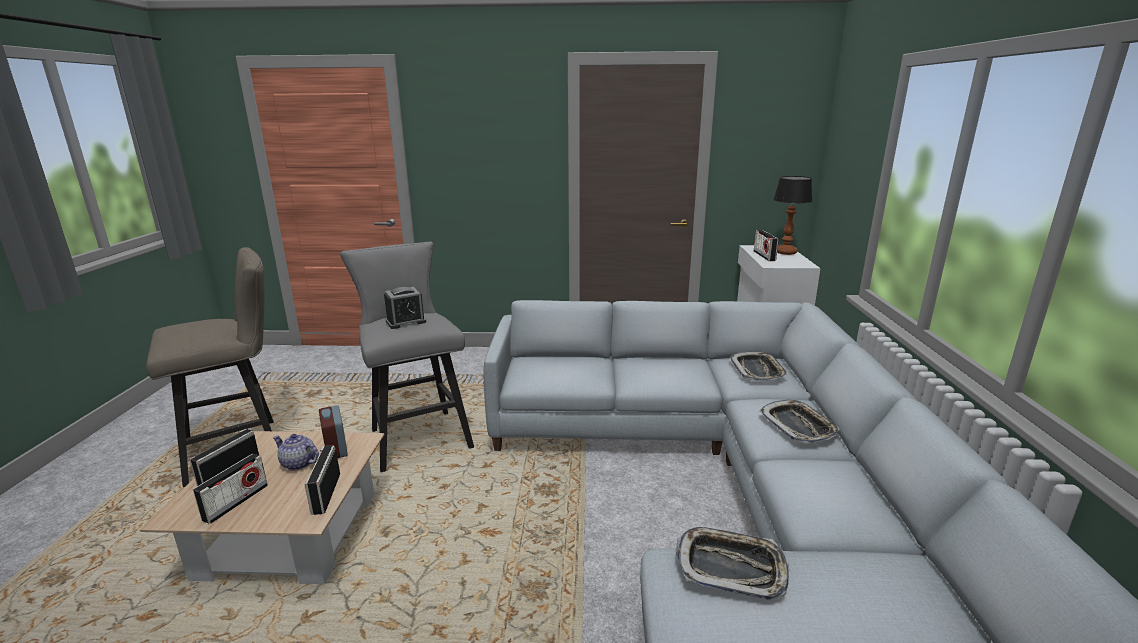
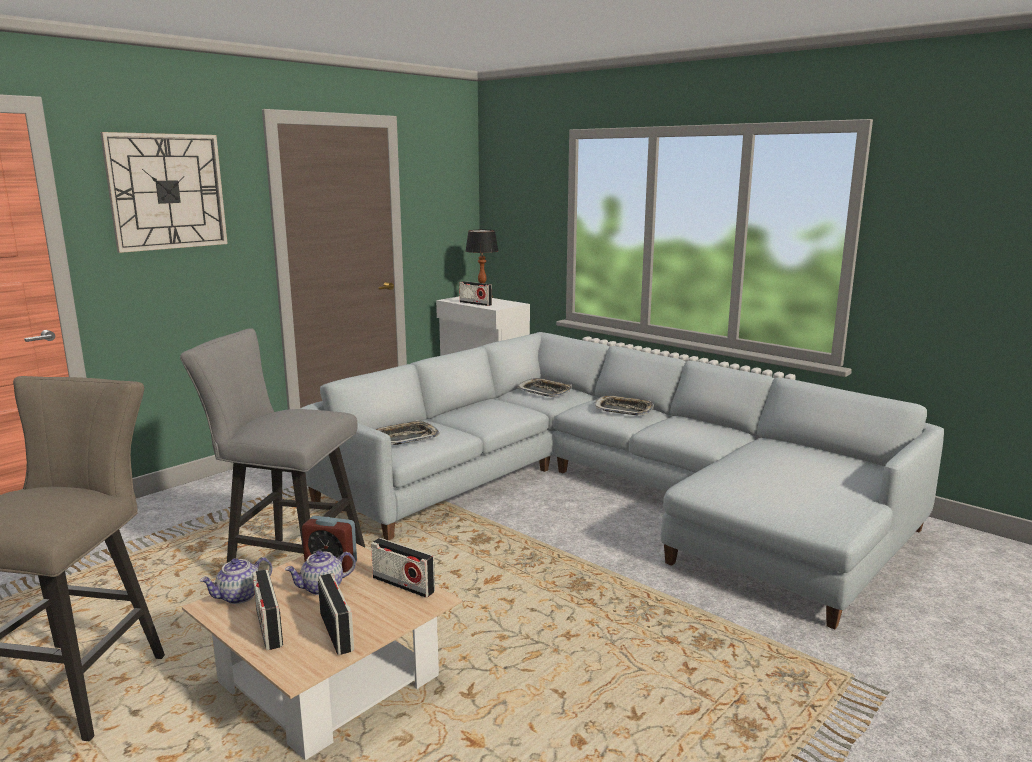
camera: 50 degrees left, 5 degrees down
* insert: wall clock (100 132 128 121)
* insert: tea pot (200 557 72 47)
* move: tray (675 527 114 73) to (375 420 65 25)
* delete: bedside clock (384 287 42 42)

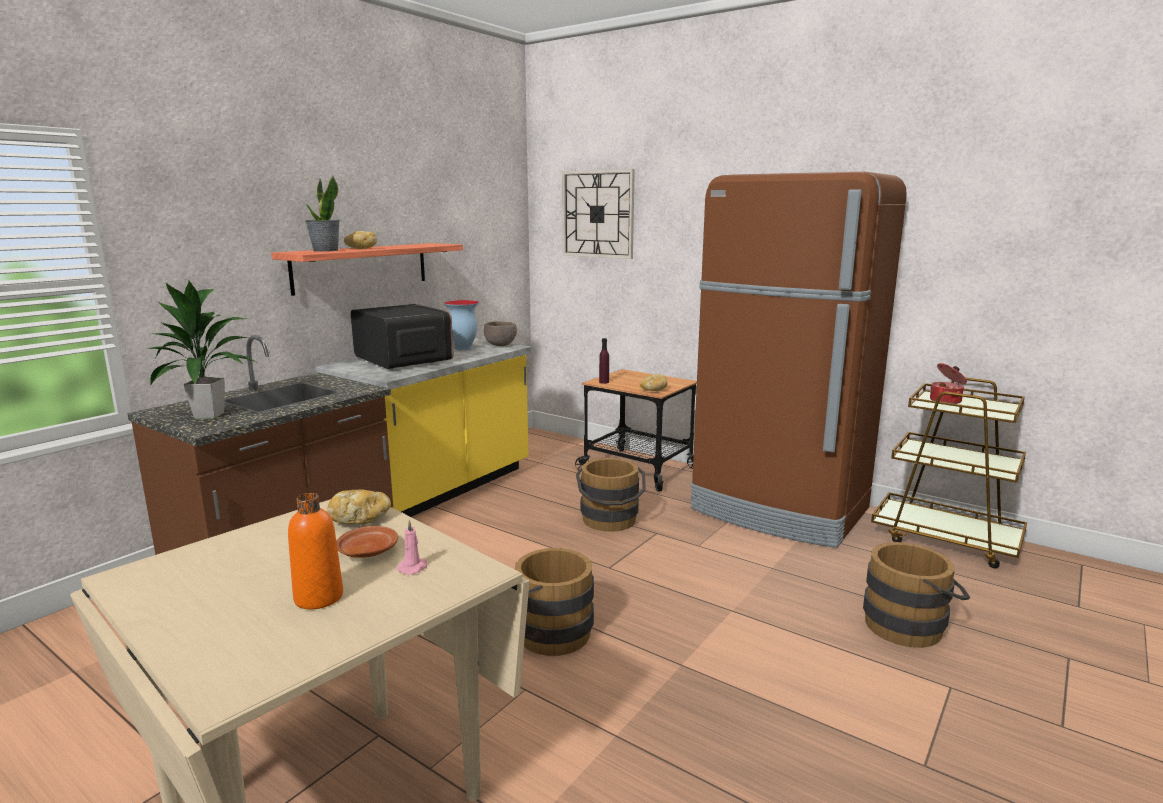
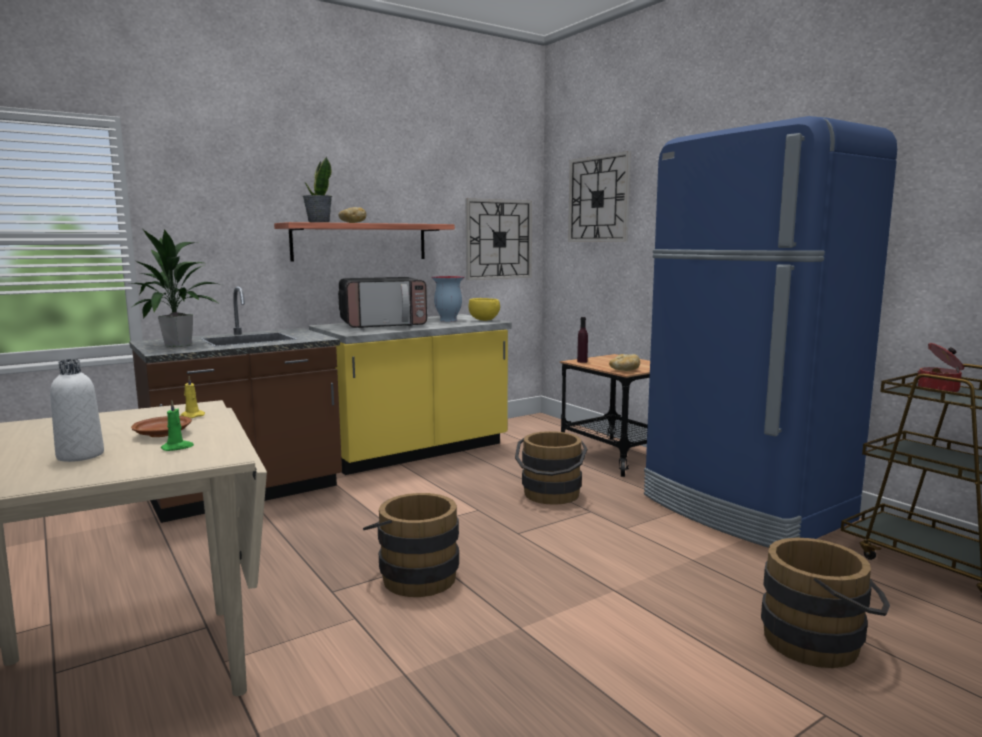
camera: 20 degrees right, 5 degrees down
* recolor: drink bottle/orange (288 493 55 116) to drink bottle/white-coloured (50 359 54 103)
* recolor: wax light/pinkish (397 520 30 55) to wax light/greenish (161 400 33 51)
* replace: baked bread (327 489 64 35) to wax light/yellowish (180 376 25 42)
* rotate: microwave oven (351 304 103 66) = (338 277 89 51) 90 degrees clockwise
* insert: wall clock (465 198 67 82)
* recolor: serving bowl/brown (484 321 33 25) to serving bowl/yellowish (469 298 31 23)
* recolor: fridge/brown (691 171 216 377) to fridge/blue (644 116 253 432)

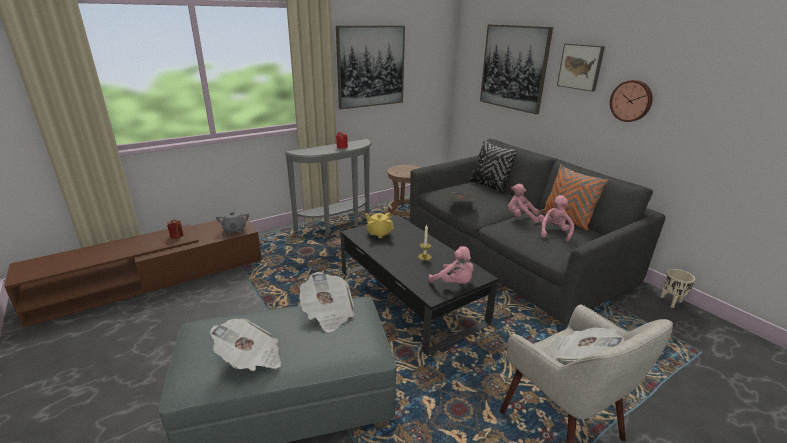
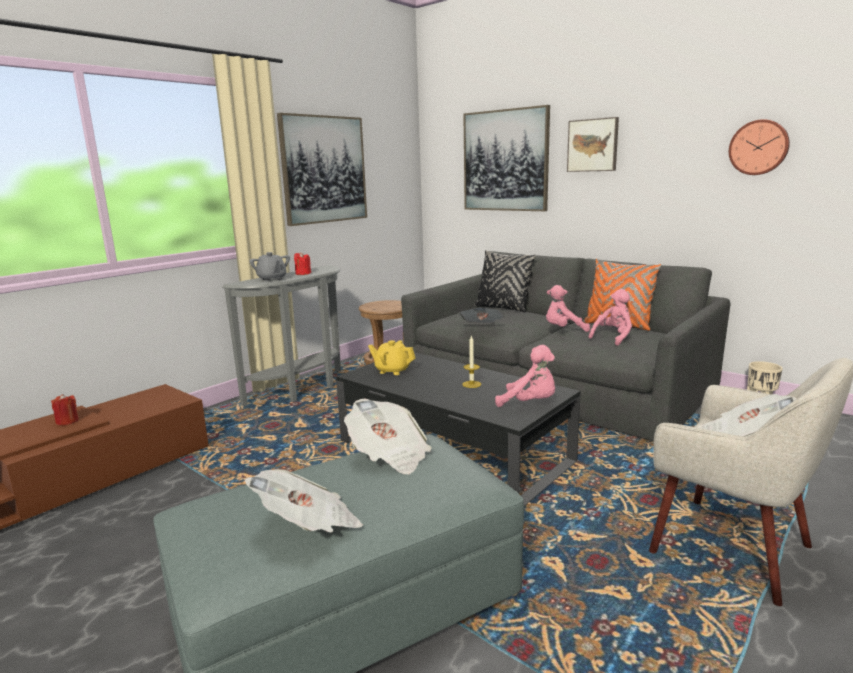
camera: 15 degrees left, 10 degrees down
* move: tea pot/gray (216 209 33 25) to (250 252 40 30)
* rotate: cuddly toy/pinkish (538 195 36 47) = (589 289 43 57) 45 degrees clockwise
* move: wall clock (610 80 43 42) to (729 119 61 56)

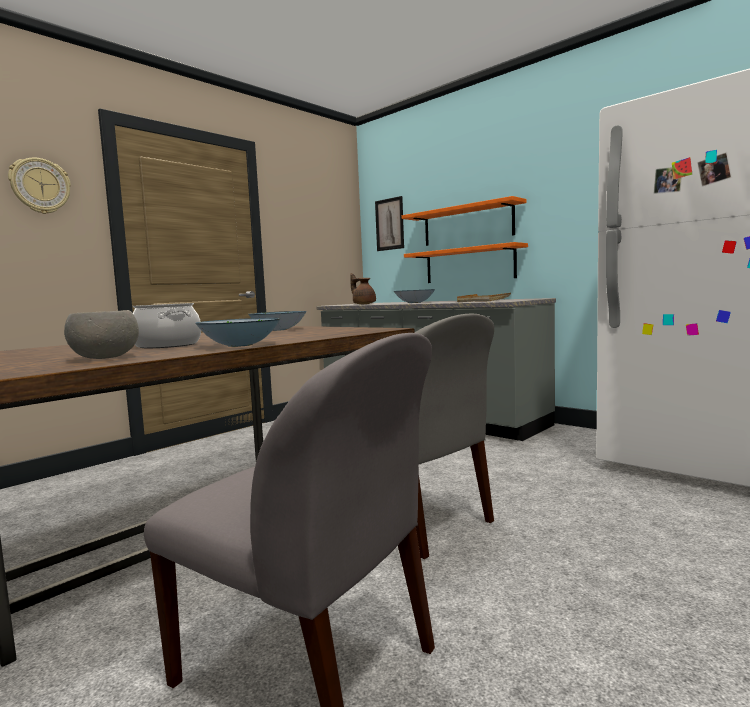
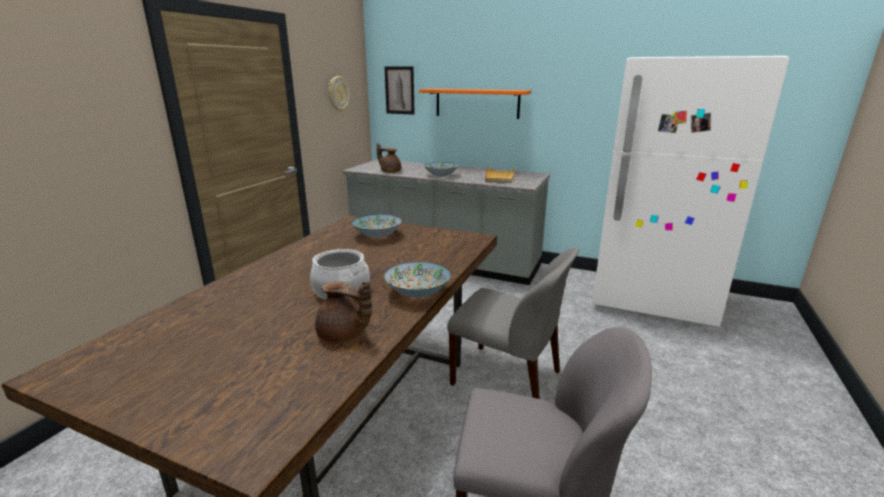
camera: 20 degrees left, 15 degrees up
* replace: serving bowl/gray (64 310 75 49) to tea pot/brown (315 281 57 62)
* move: wall clock (8 158 63 56) to (329 76 21 36)
* delete: wall shelf/orange (404 242 124 41)

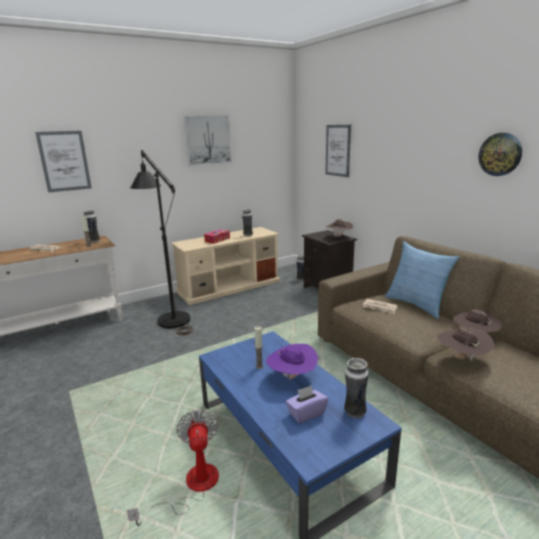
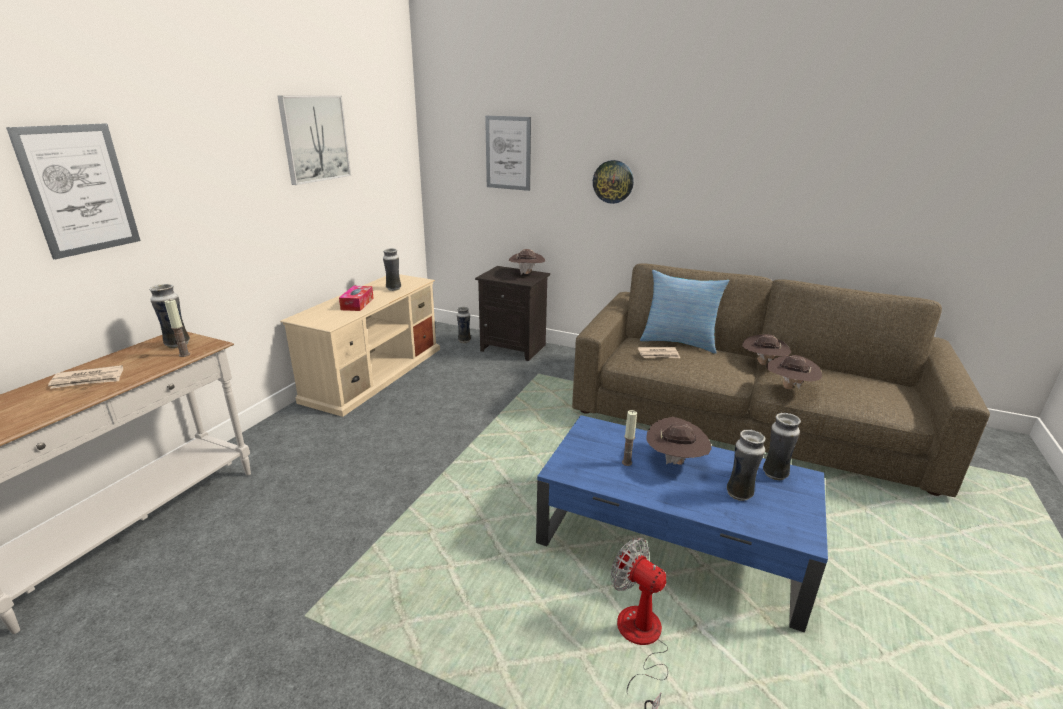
camera: 35 degrees left, 5 degrees up
* move: wall clock (478 133 44 43) to (593 160 41 44)
* recolor: hat/purple-coloured (266 344 52 35) to hat/brown (646 417 66 48)
* replace: box of tissues/purple-coloured (286 385 42 38) to flower vase (727 430 38 71)
* delete: floor lamp/black (130 150 64 185)

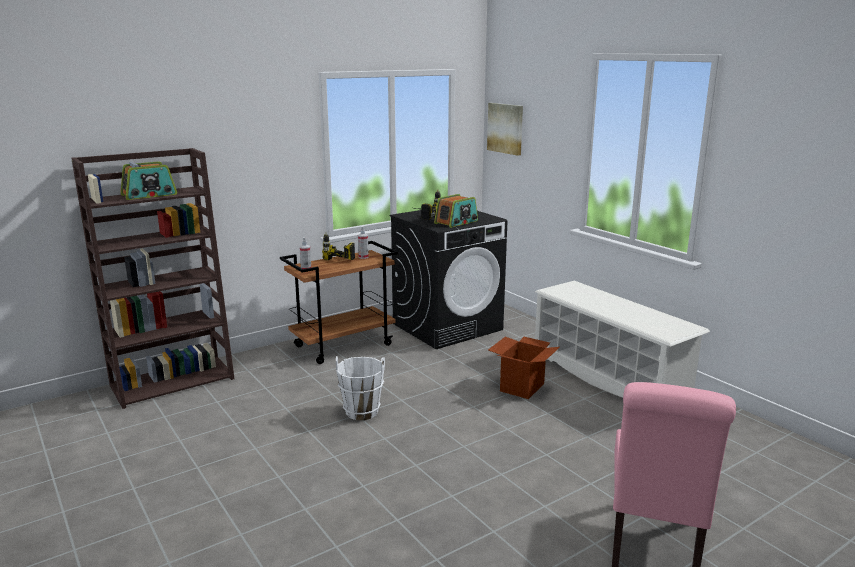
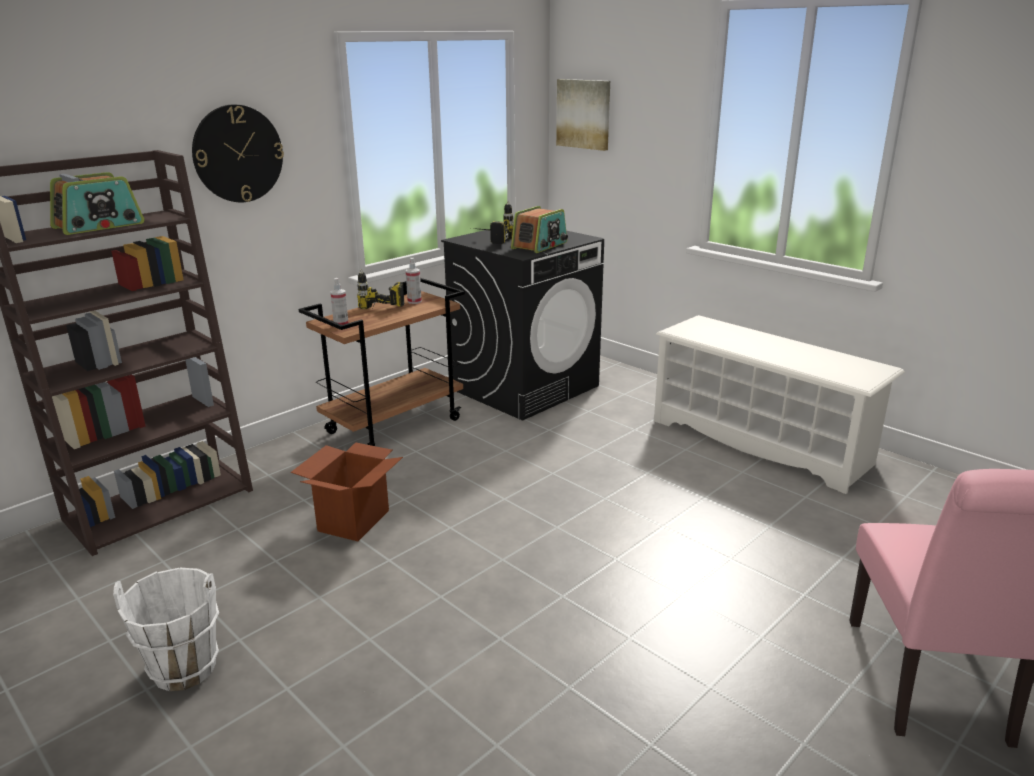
camera: 10 degrees left, 5 degrees up
* move: water bucket/white-coloured (336 356 49 64) to (113 568 106 123)
* insert: wall clock (192 104 92 98)
* move: cardboard box (488 337 72 62) to (291 442 112 99)

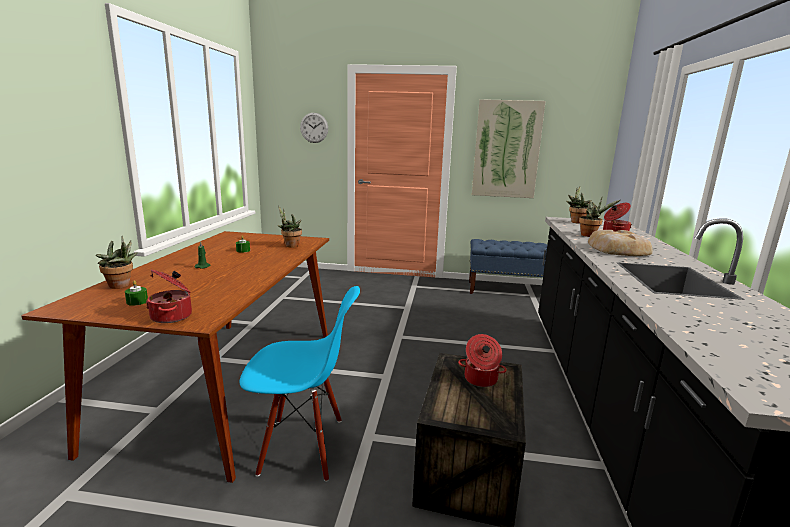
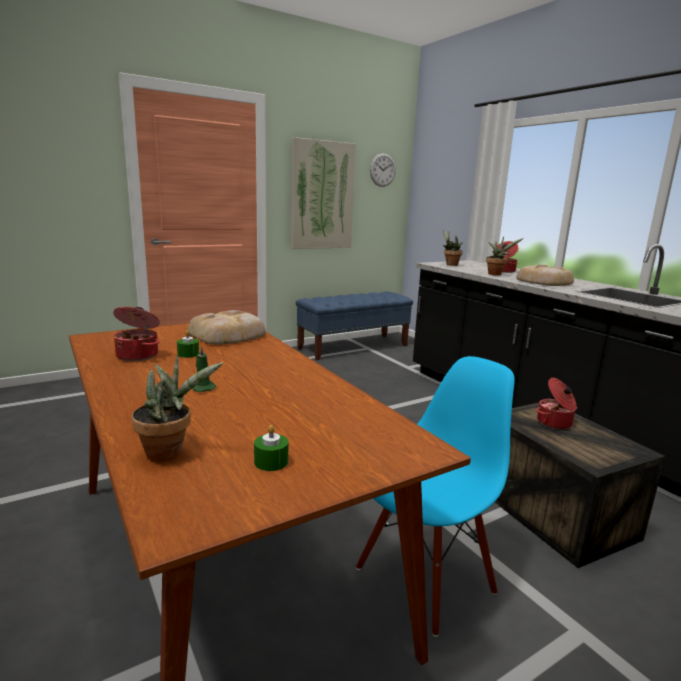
camera: 40 degrees left, 0 degrees up
* move: stockpot (146 269 46 54) to (113 307 47 54)
* replace: plant in a pot (278 206 24 42) to baked bread (187 310 79 35)
* move: wall clock (300 113 28 30) to (370 153 26 34)

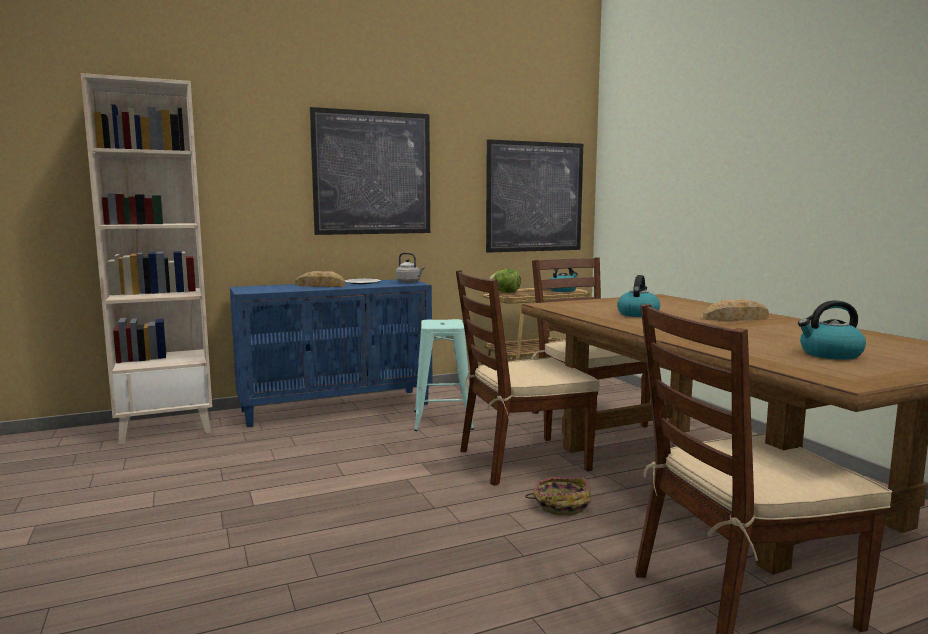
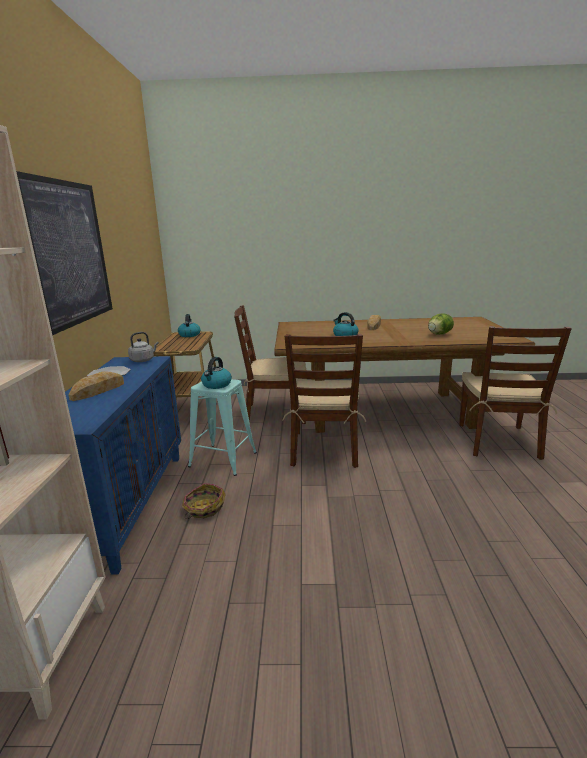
camera: 65 degrees left, 10 degrees up
* move: basket (525 477 66 39) to (182 483 44 36)
* move: water kettle (798 300 68 60) to (201 357 31 32)
* move: lettuce head (489 269 32 24) to (428 313 26 21)
* delete: wall art (486 139 97 114)

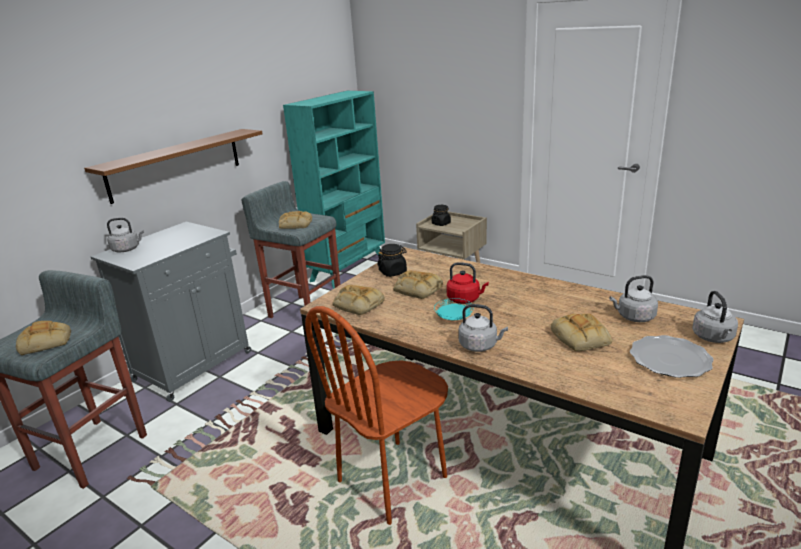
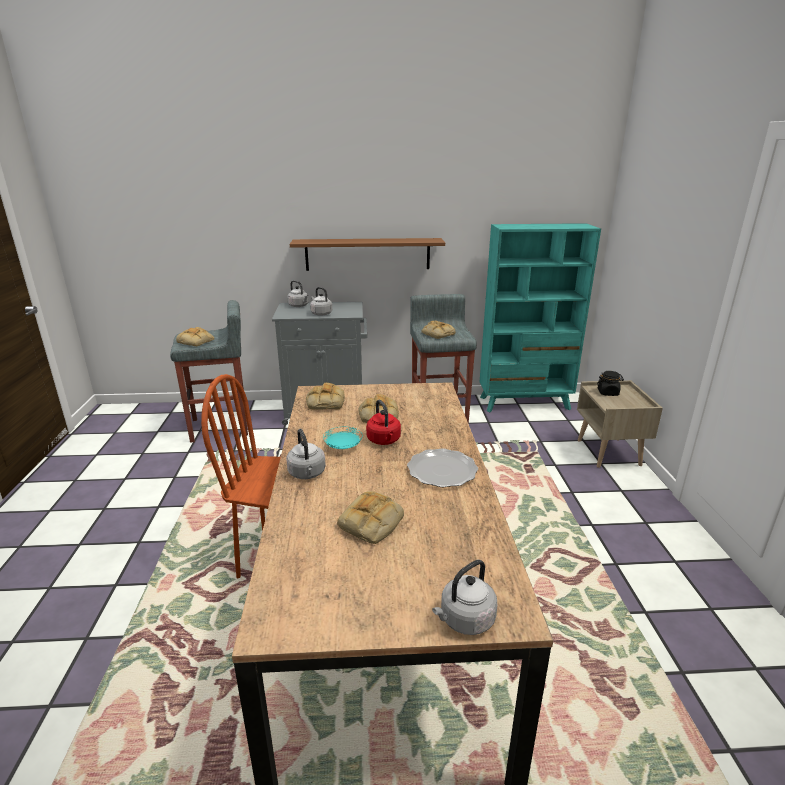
camera: 50 degrees right, 0 degrees up
* move: water kettle/gray (609 275 49 47) to (310 287 22 29)
* move: flat dish (630 335 84 43) to (407 448 71 39)
* delete: preserve jar/black (377 244 30 33)

